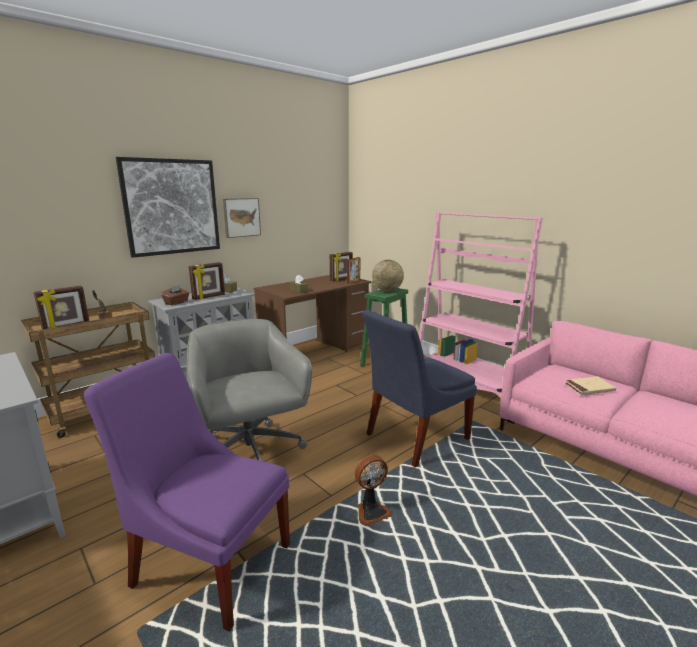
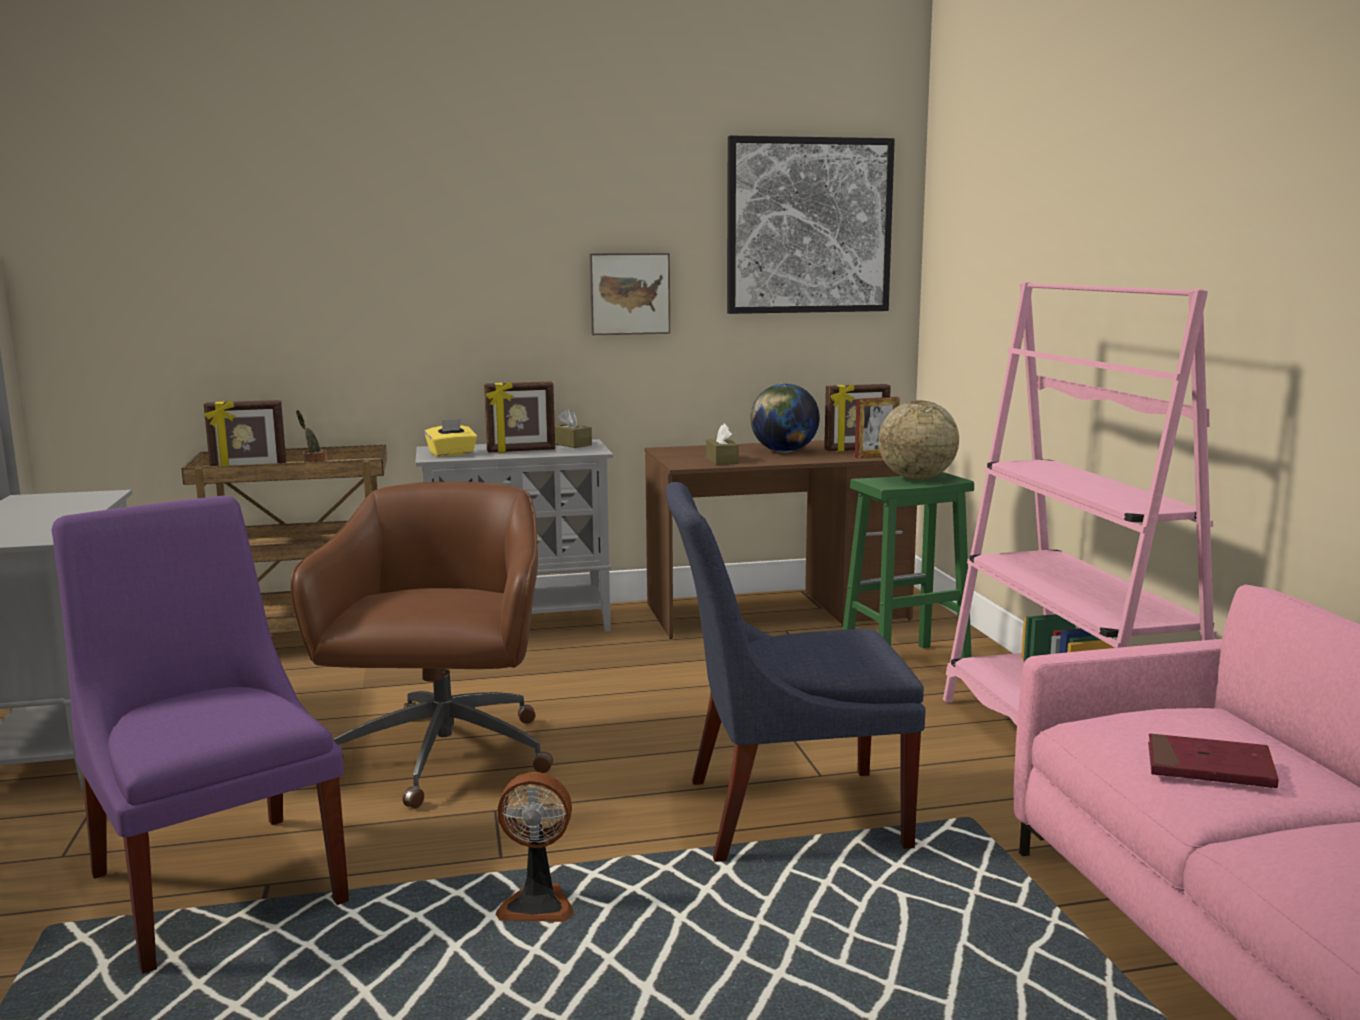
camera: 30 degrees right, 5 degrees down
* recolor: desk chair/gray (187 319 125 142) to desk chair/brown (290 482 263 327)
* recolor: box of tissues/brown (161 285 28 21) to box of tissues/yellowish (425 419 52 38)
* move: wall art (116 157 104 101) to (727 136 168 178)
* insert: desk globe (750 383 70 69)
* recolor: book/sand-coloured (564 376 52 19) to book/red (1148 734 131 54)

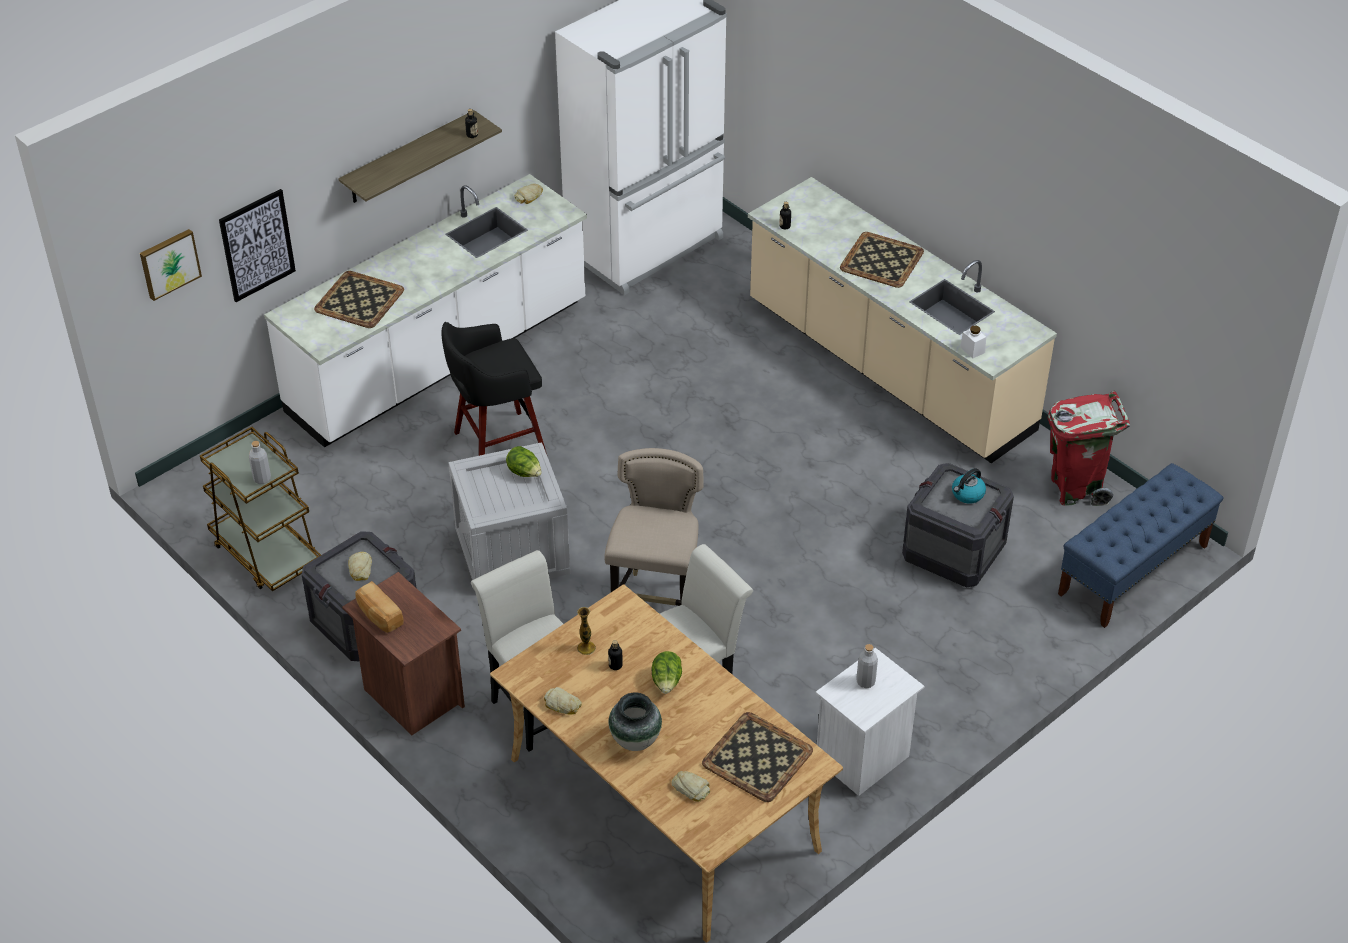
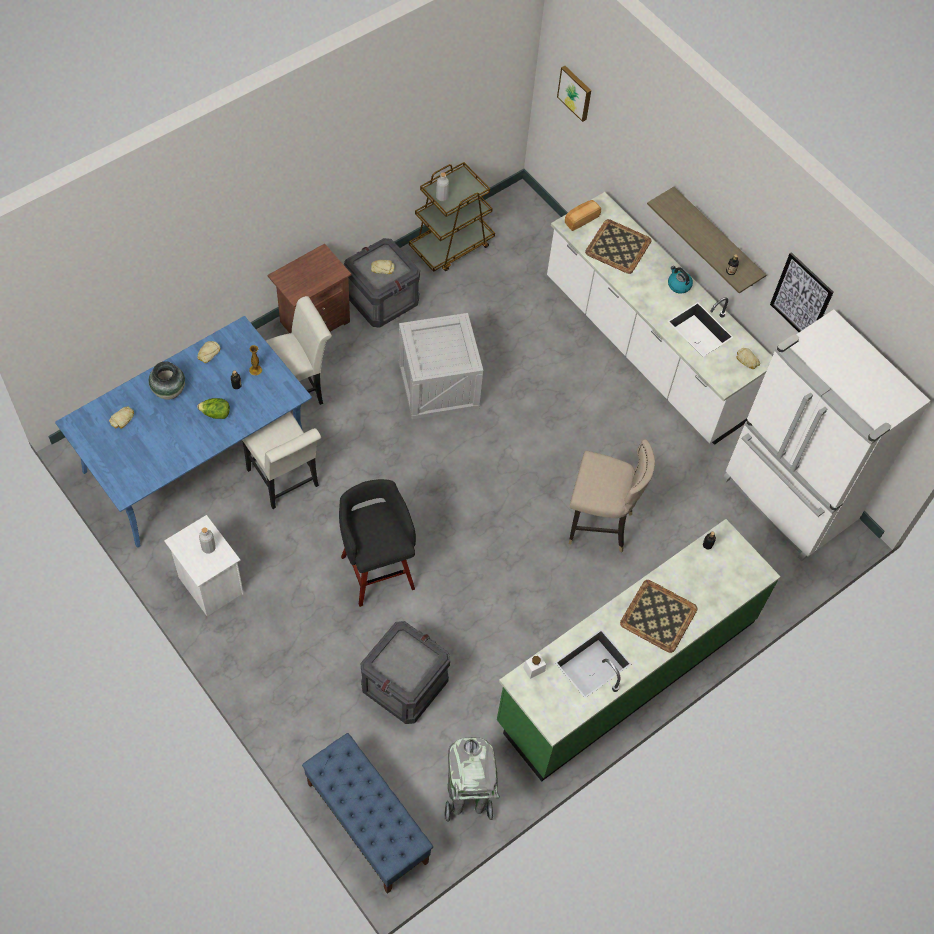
camera: 90 degrees right, 15 degrees up
* recolor: dinner table/sand-coloured (490 585 353 358) to dinner table/blue (55 316 257 232)
* move: stool seat/black (441 322 106 134) to (339 479 77 128)
* recolor: rubbish bin/red (1048 391 82 115) to rubbish bin/gray (445 737 55 85)
* recolor: kitchen counter/sand-coloured (748 177 309 286) to kitchen counter/greenish (497 519 284 263)
* move: baked bread (355 581 48 52) to (565 200 36 31)
* move: stool seat/sand-coloured (604 448 100 158) to (569 439 86 114)
* move: water kettle (952 468 34 36) to (668 266 25 28)
* move: wall art (219 189 77 113) to (770 252 64 80)
* delete: lettuce head (506 446 36 31)
* delete: tray (702 712 111 90)

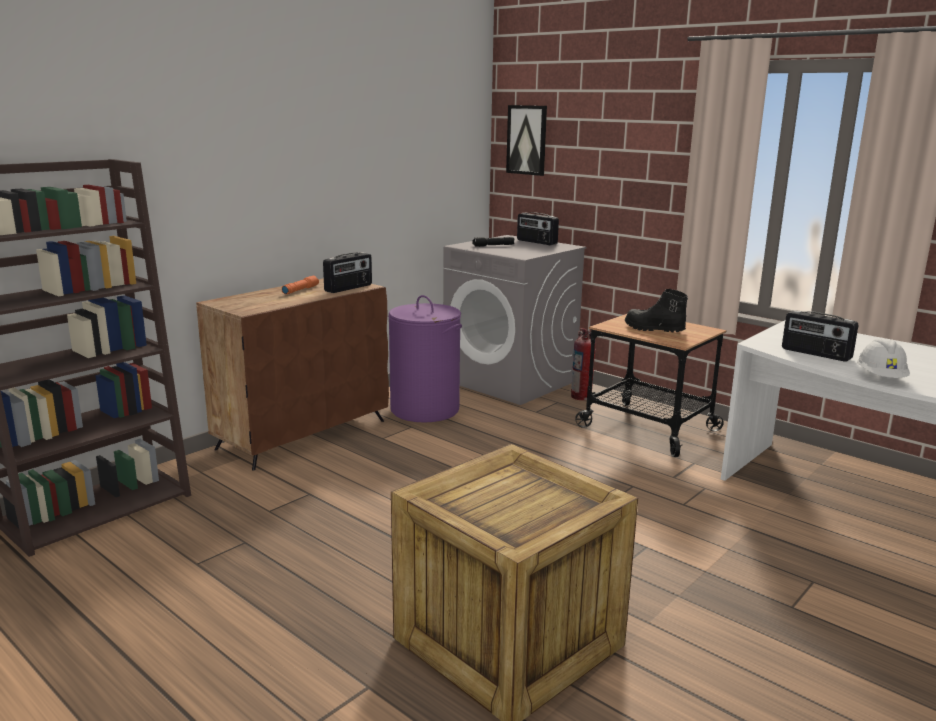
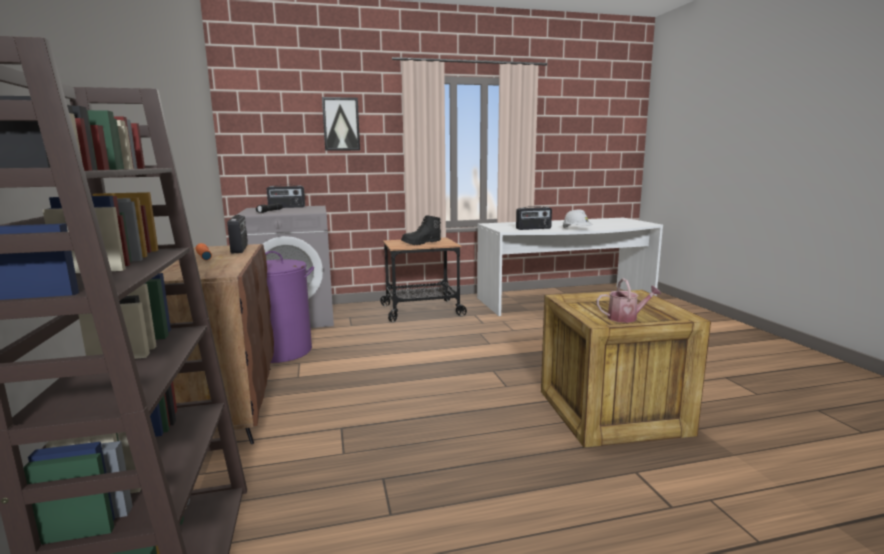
camera: 55 degrees left, 5 degrees down
* move: wall art (506 105 41 71) to (322 97 38 54)
* insert: watering pot (597 278 64 45)
* delete: fire-fighting cylinder (571 328 25 72)

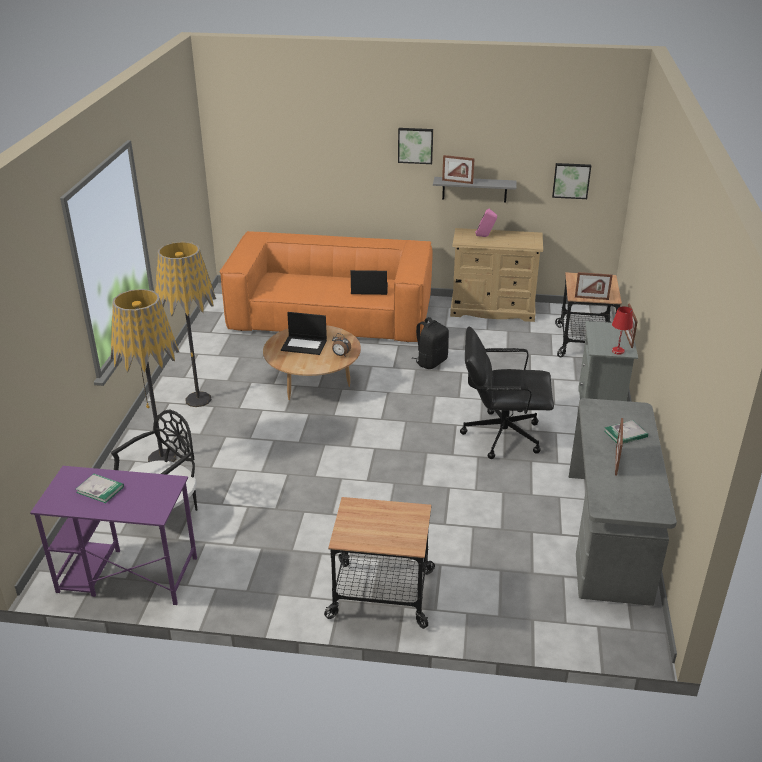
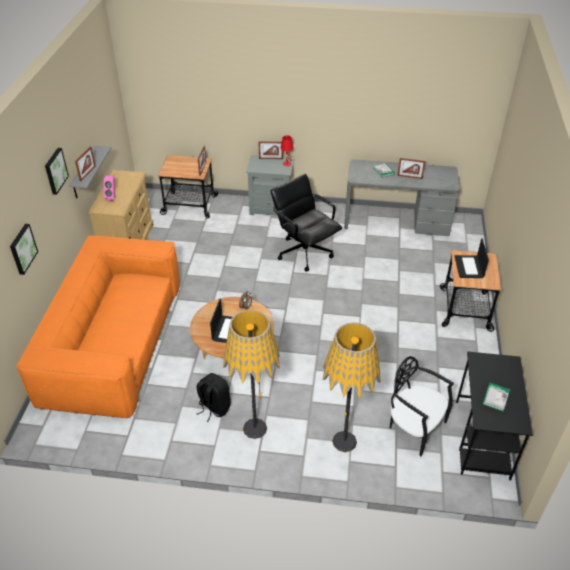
camera: 90 degrees left, 10 degrees up
* move: wall art (552 163 39 36) to (10 224 28 51)
* move: backpack/black (412 317 37 52) to (197 373 34 49)
* rotate: desk chair/black (460 327 94 132) = (271 174 71 98) 135 degrees clockwise
* move: laptop (351 270 37 25) to (455 239 34 39)
* recolor: desk/purple-coloured (30 466 167 139) to desk/black (456 351 77 129)

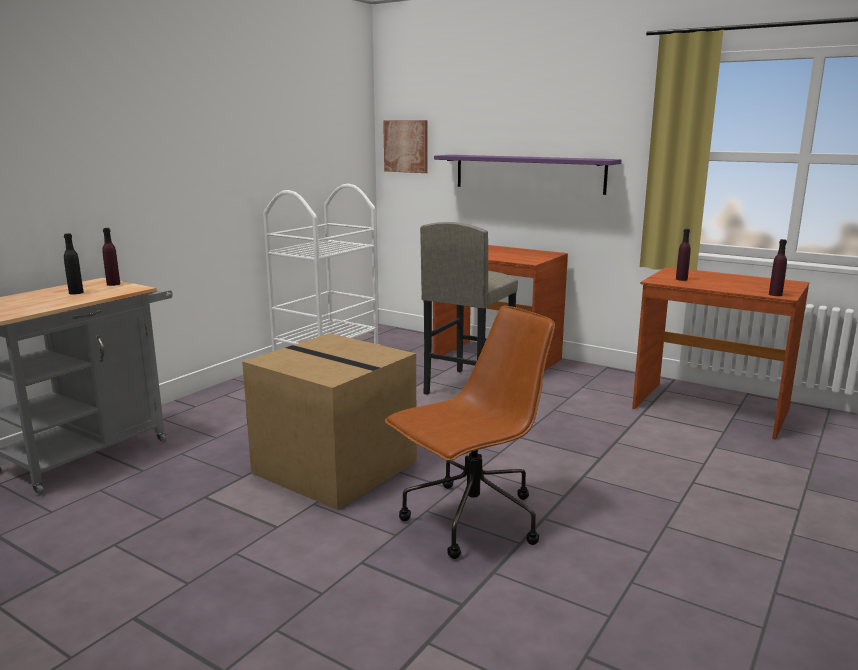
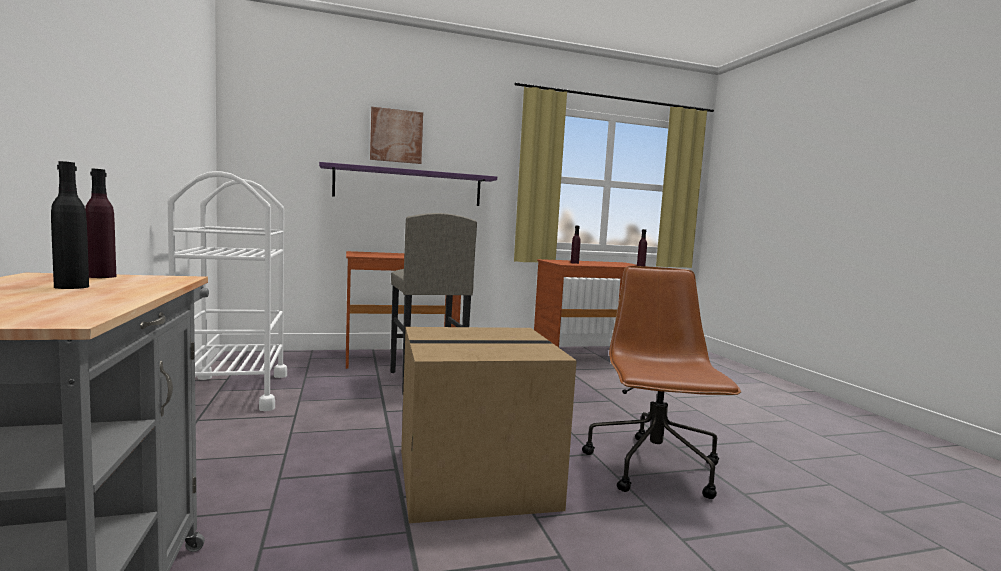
camera: 50 degrees left, 10 degrees down
* move: wall art (383 120 44 53) to (370 107 53 57)

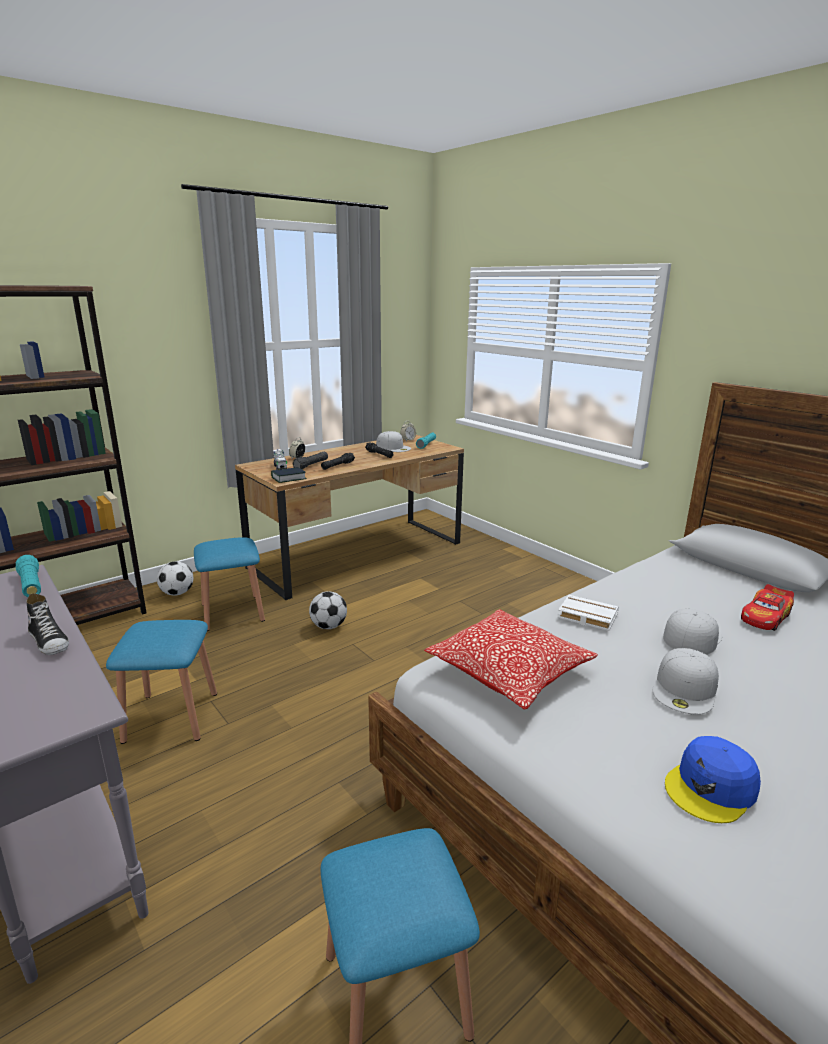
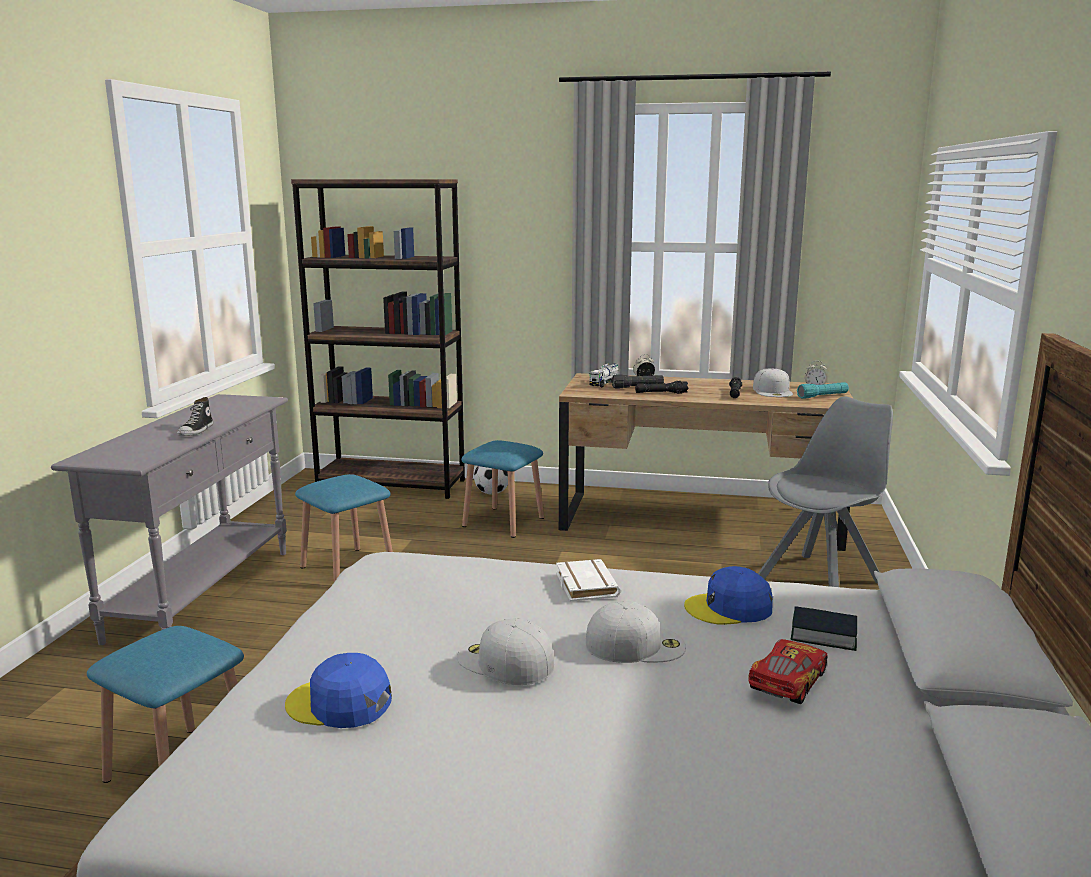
camera: 50 degrees right, 5 degrees down
* rotate: peaked cap/white-coloured (653 648 66 67) = (457 618 97 67) 45 degrees clockwise
* insert: peaked cap/blue (684 566 89 59)
* rotate: miniature car (741 584 53 47) = (748 639 80 65) 120 degrees clockwise
* insert: chair/gray (758 396 135 191)
* move: book (271 467 36 16) to (791 606 66 45)
* delete: torch/turquoise-coloured (15 555 26 42)
* delete: football ball (309 591 38 38)
* delete: pillow (424 609 174 101)

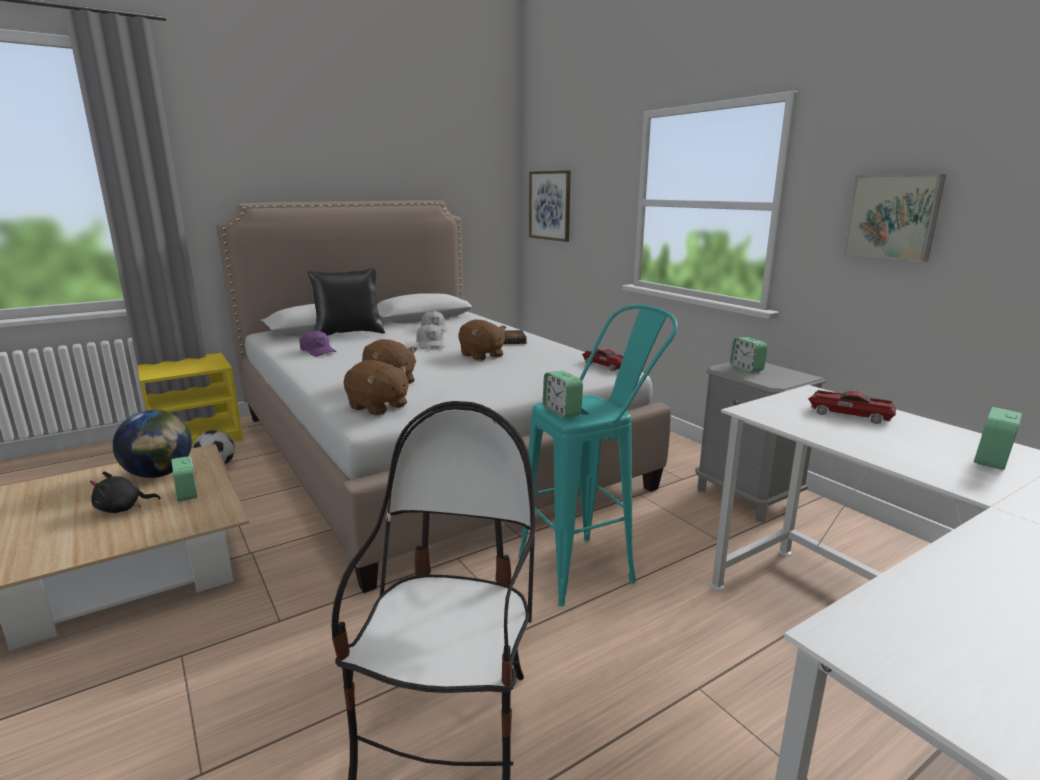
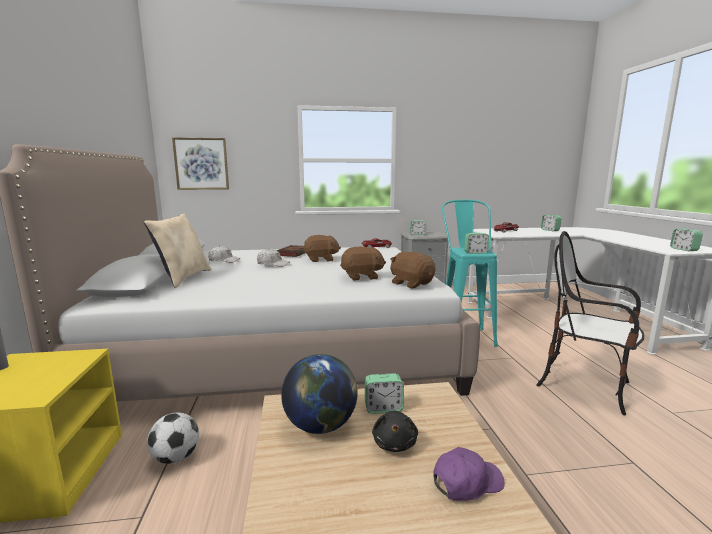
camera: 65 degrees left, 5 degrees down
* recolor: pillow/black (308 268 77 68) to pillow/sand-coloured (144 213 67 75)
* rotate: cuddly toy/brown (344 360 64 56) = (390 252 46 36) 105 degrees counterclockwise
* move: peaked cap/purple-coloured (300 330 36 27) to (433 447 72 54)
* insert: bedside clock (670 229 33 22)
* delete: wall art (843 174 103 88)

